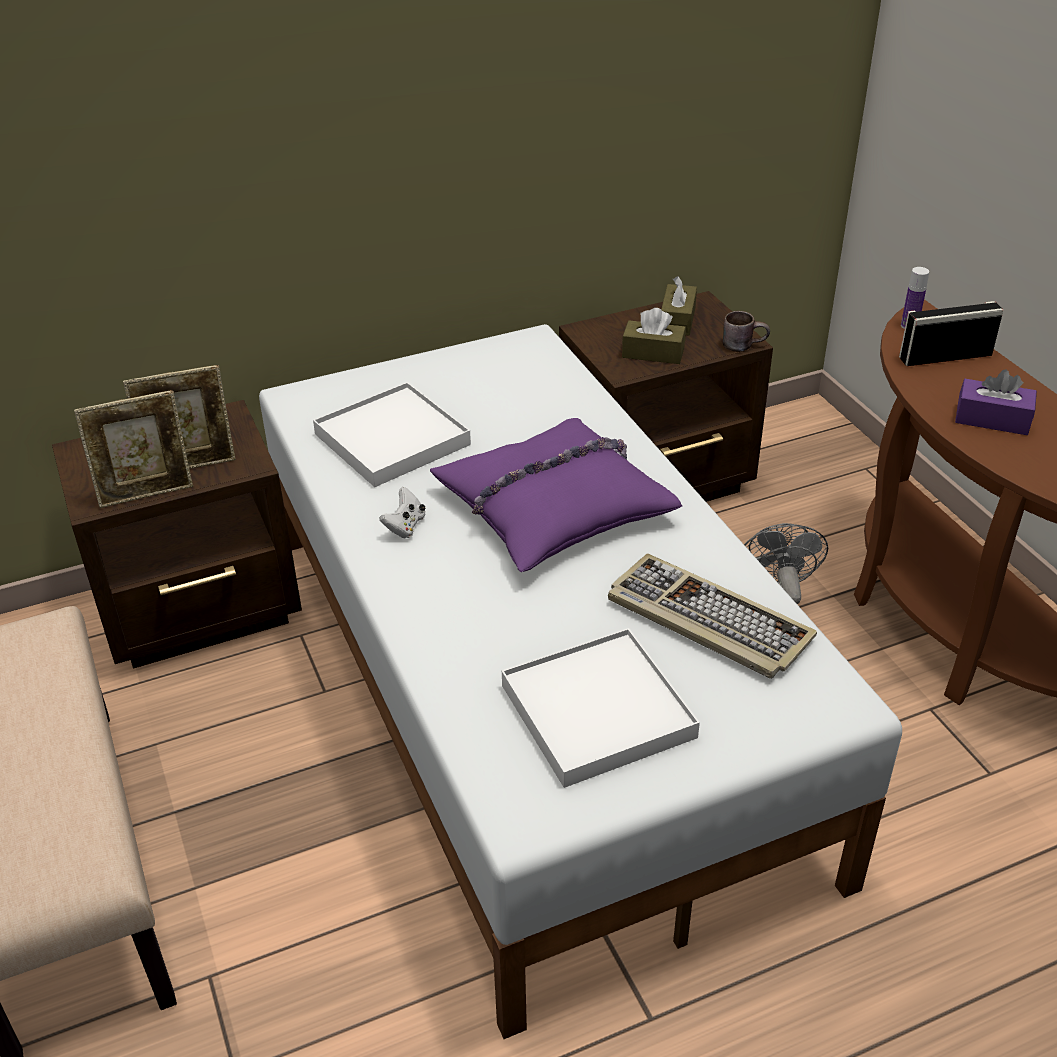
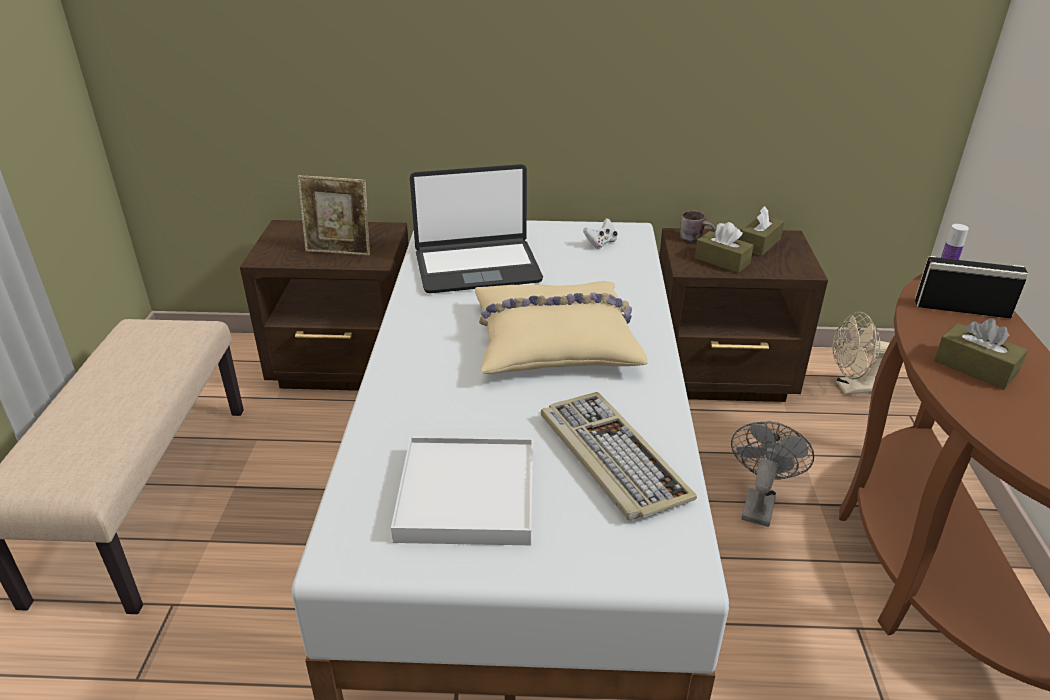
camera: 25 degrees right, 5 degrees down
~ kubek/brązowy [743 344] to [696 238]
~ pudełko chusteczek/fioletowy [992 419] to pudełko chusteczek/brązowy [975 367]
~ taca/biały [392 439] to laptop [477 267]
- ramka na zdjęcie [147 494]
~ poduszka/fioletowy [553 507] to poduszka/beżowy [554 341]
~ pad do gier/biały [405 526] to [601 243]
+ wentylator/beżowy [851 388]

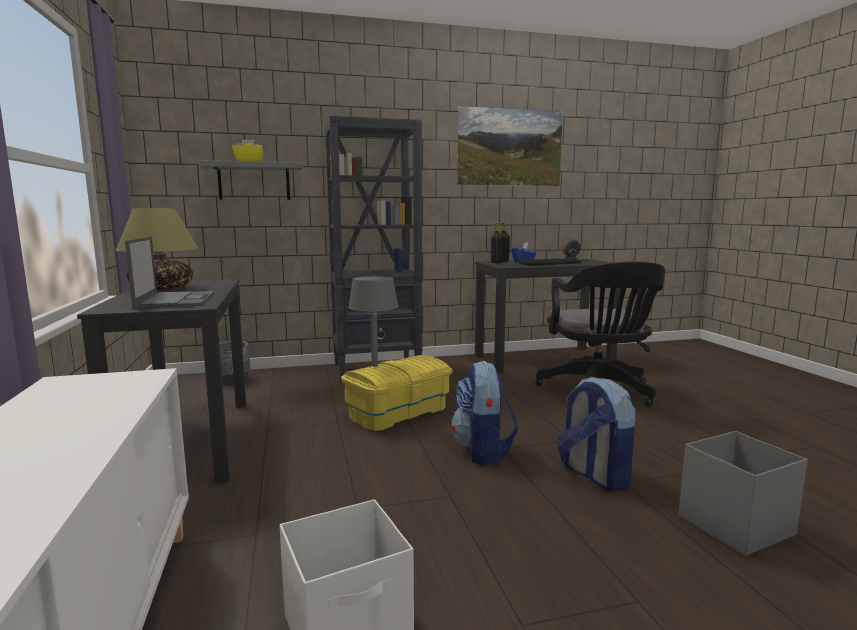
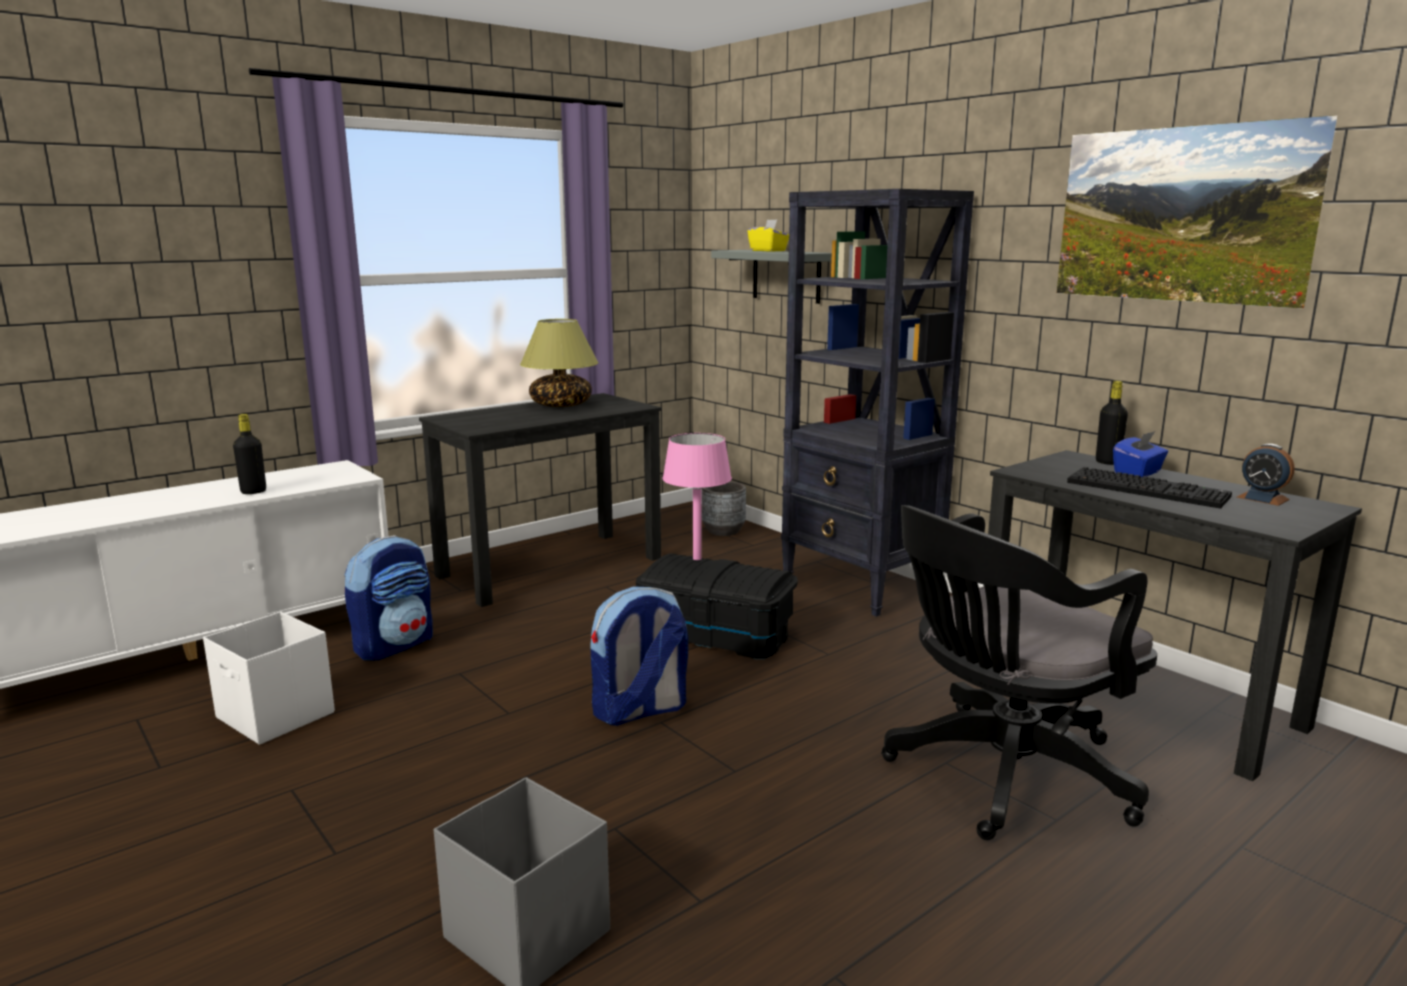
camera: 65 degrees right, 5 degrees up
~ butelka/czarny [496 262] to [253 491]
- laptop [176 300]
~ lampa stołowa/szary [374 366] to lampa stołowa/różowy [697 558]
~ pojemnik do przechowywania/żółty [398 412] to pojemnik do przechowywania/czarny [717 635]
~ plecak [594 475] to [395 645]

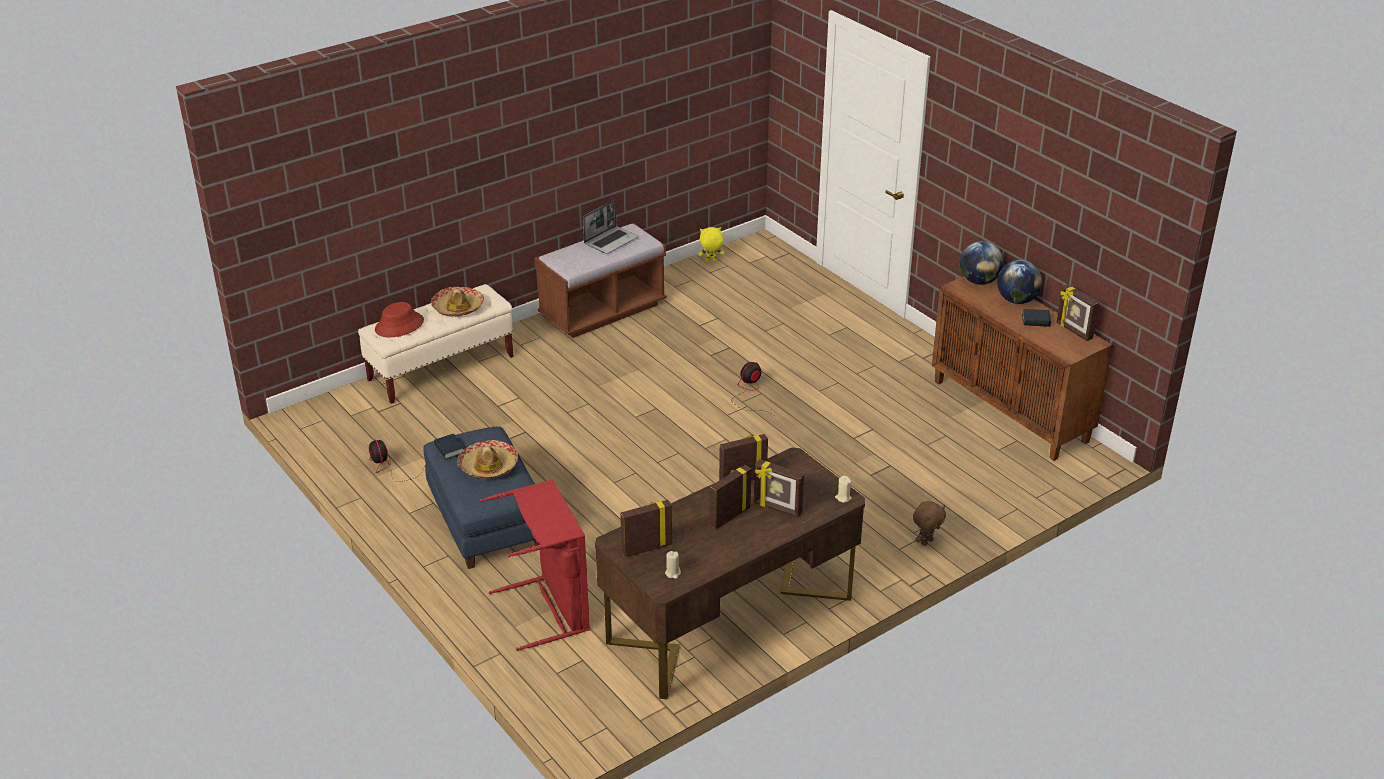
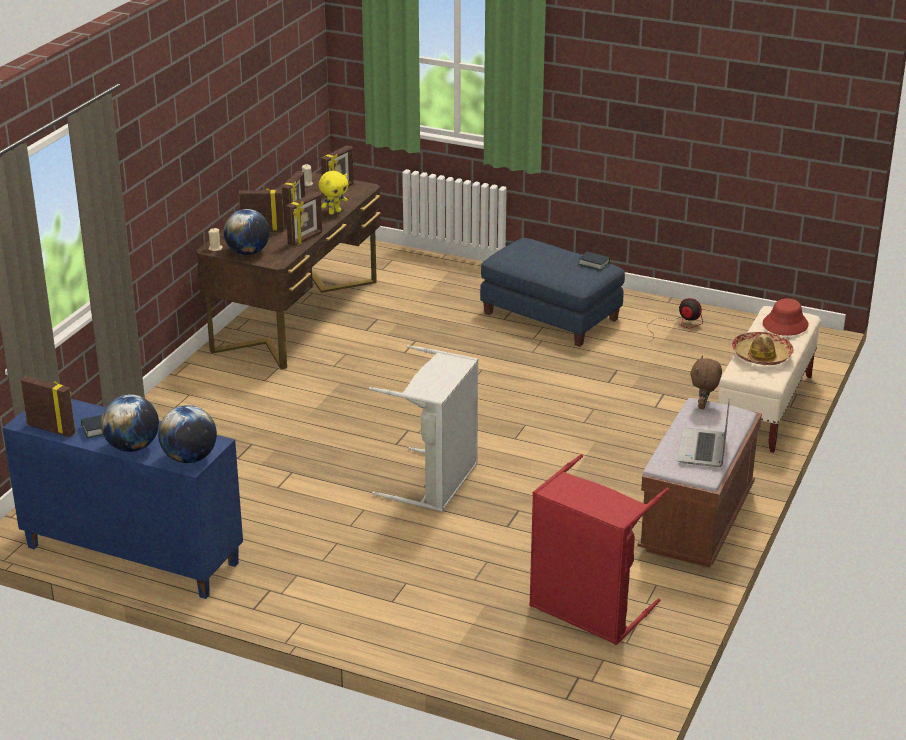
camera: 150 degrees right, 5 degrees down
~ pluszak/żółty [711 261] to [334 212]
~ szafka/brązowy [1011 411] to szafka/niebieski [130 555]
~ wentylator [749 393] to kosz na pranie/szary [436 483]
- kapelusz [488 466]
~ kosz na pranie/czerwony [550 609] to [587 611]
~ pluszak/brązowy [926 541] to [703 406]
+ globus [248 252]

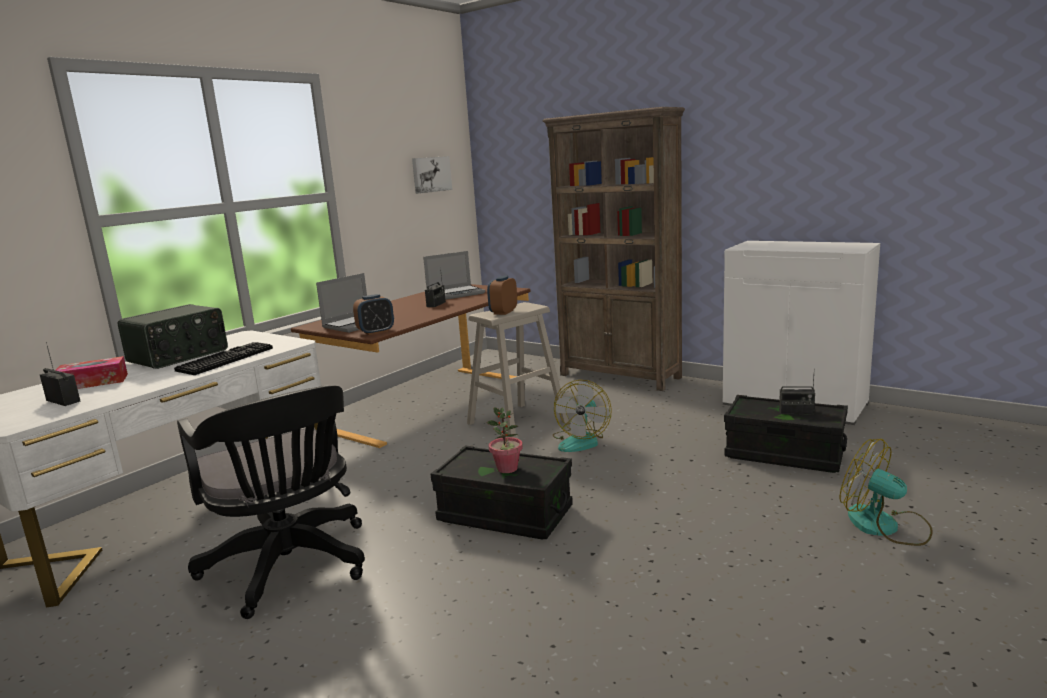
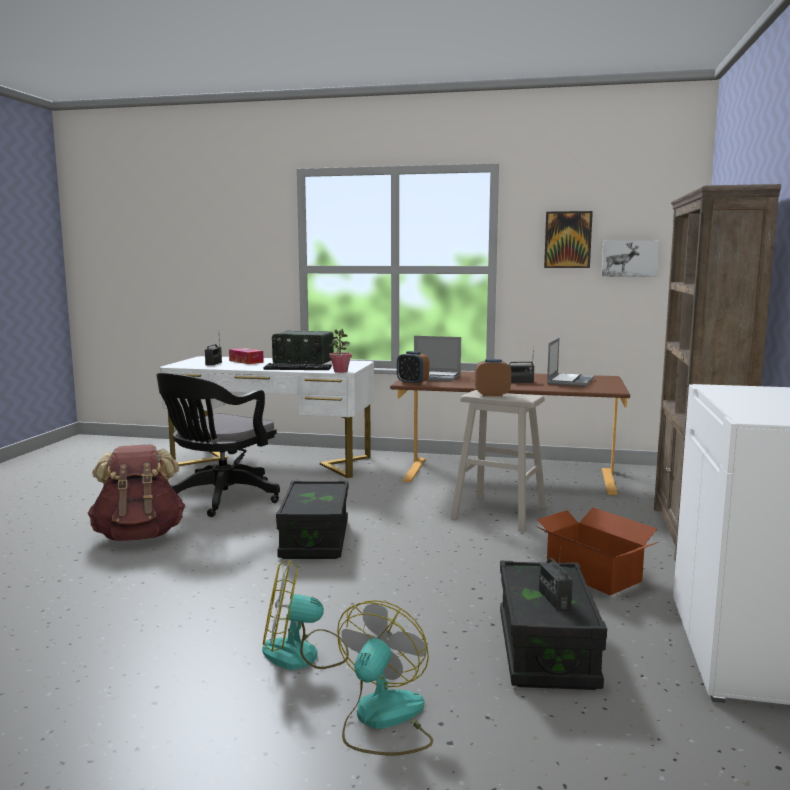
camera: 65 degrees right, 5 degrees down
~ laptop [456 294] = [569 381] 105 degrees counterclockwise
~ wentylator [581 441] to [304 655]
~ roślina doniczkowa [507 469] to [340 371]
+ obraz [568 239]
+ plecak/brązowy [139 535]
+ karton [593 575]

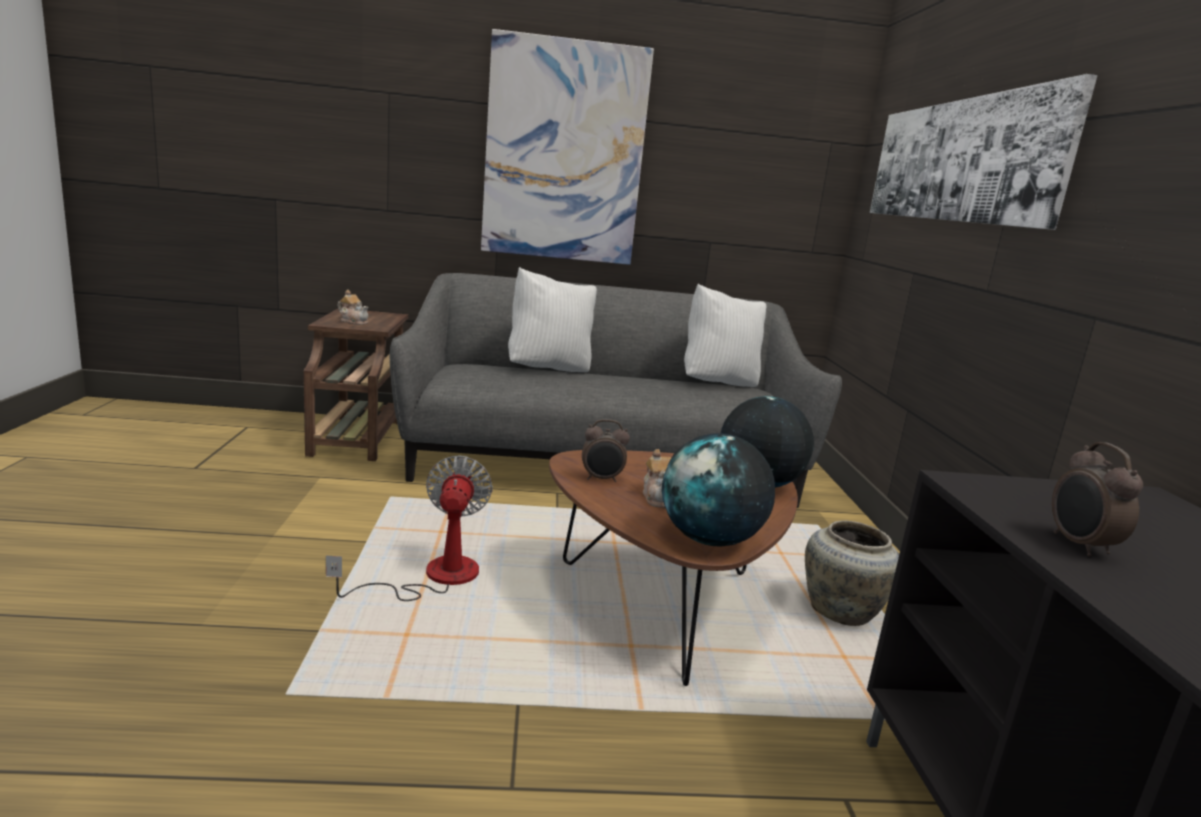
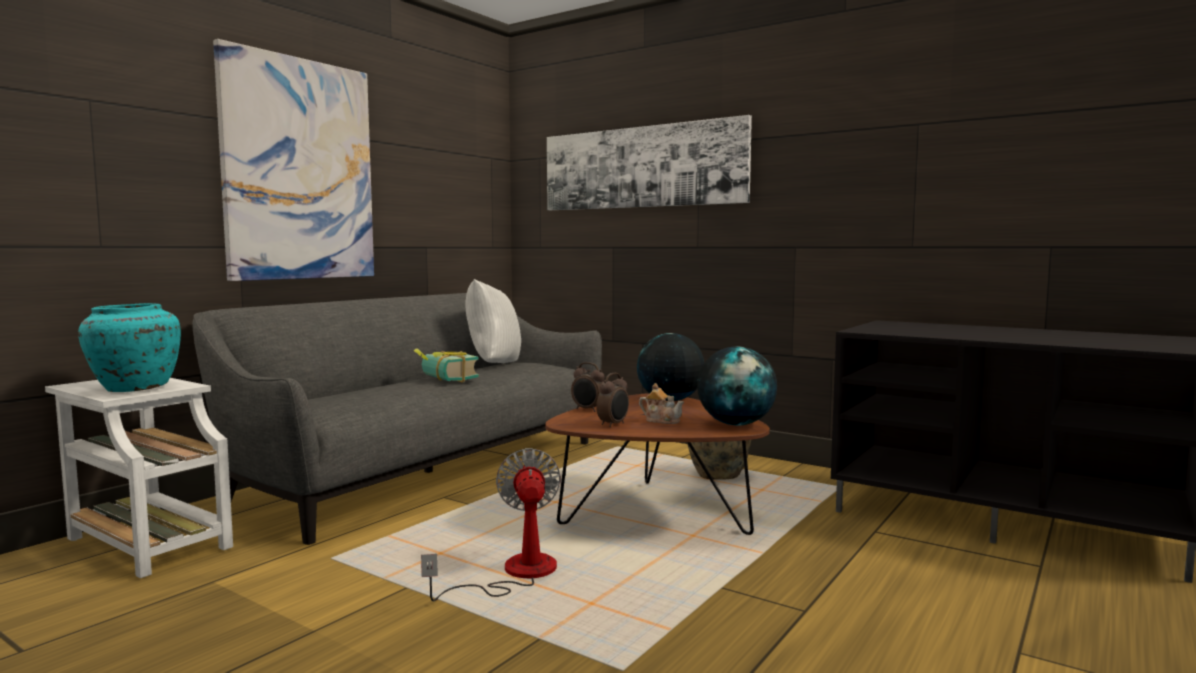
camera: 50 degrees left, 10 degrees down
- poduszka/biały [549 369]
~ imbryk [354 321] to wazon/turkusowy [134 388]
~ stolik/brązowy [358 437] to stolik/biały [146 543]
~ budzik [1079 545] to [588 410]
~ wentylator [433 577] = [514 574] 45 degrees clockwise
+ książka [444 380]

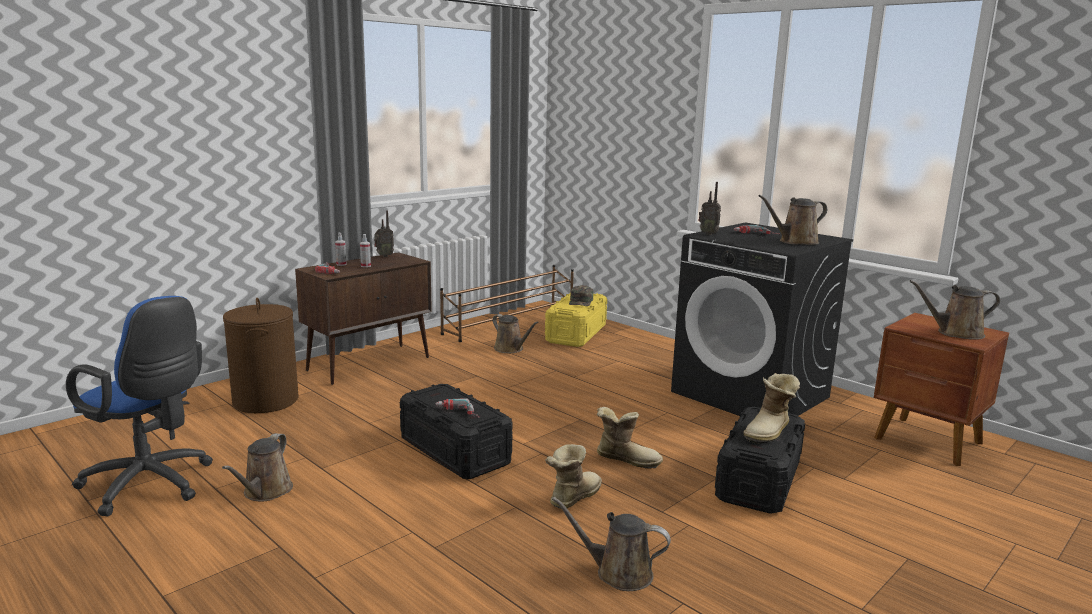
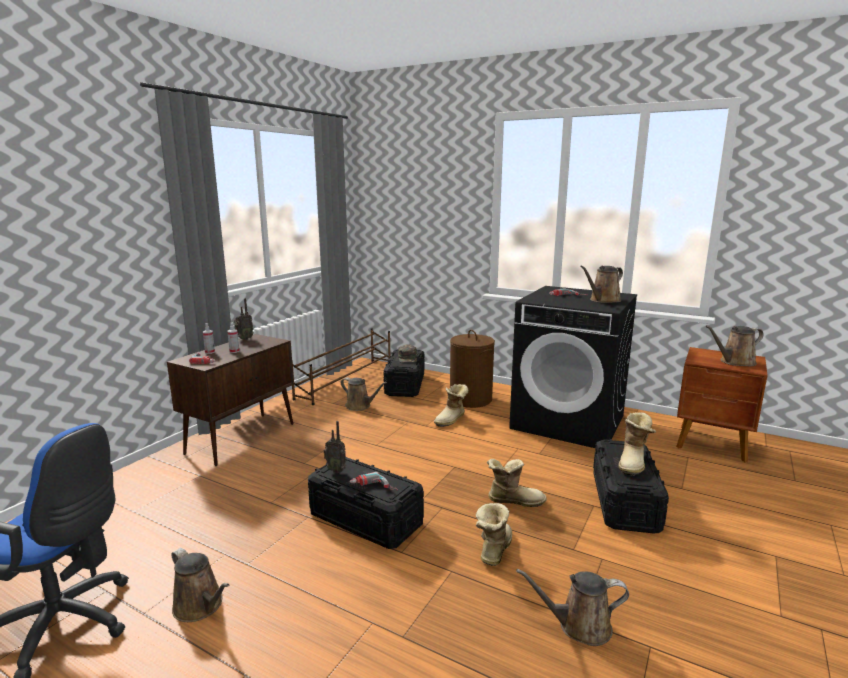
camera: 15 degrees left, 0 degrees up
~ radio [708 234] to [336 470]
~ pojemnik do przechowywania/żółty [576 333] to pojemnik do przechowywania/czarny [405 384]
~ kosz na pranie/brązowy [265 401] to [471 399]
~ konewka/brązowy [265 492] = [201 606] 45 degrees counterclockwise
+ but z cholewką [452 419]

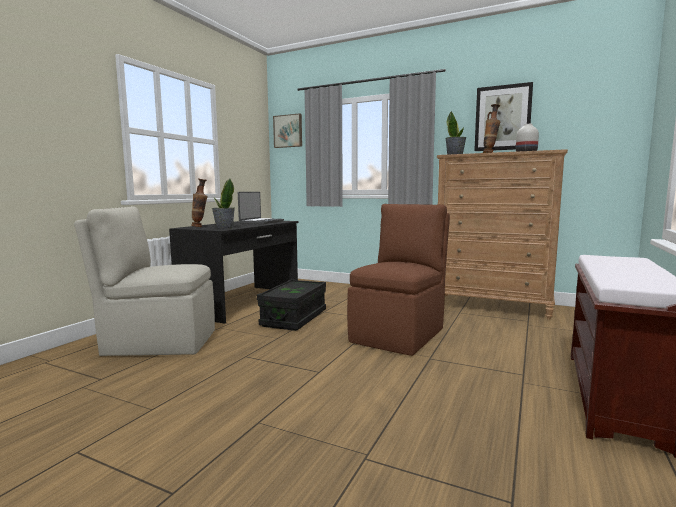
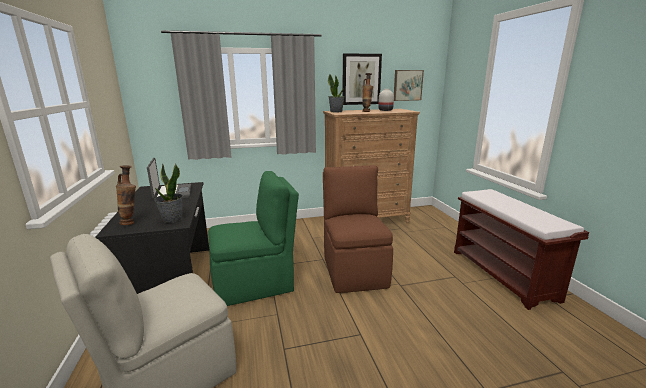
camera: 40 degrees left, 10 degrees up
~ obraz [288 131] to [407 85]
~ pojemnik do przechowywania/czarny [294 318] to krzesło/zielony [255 284]

